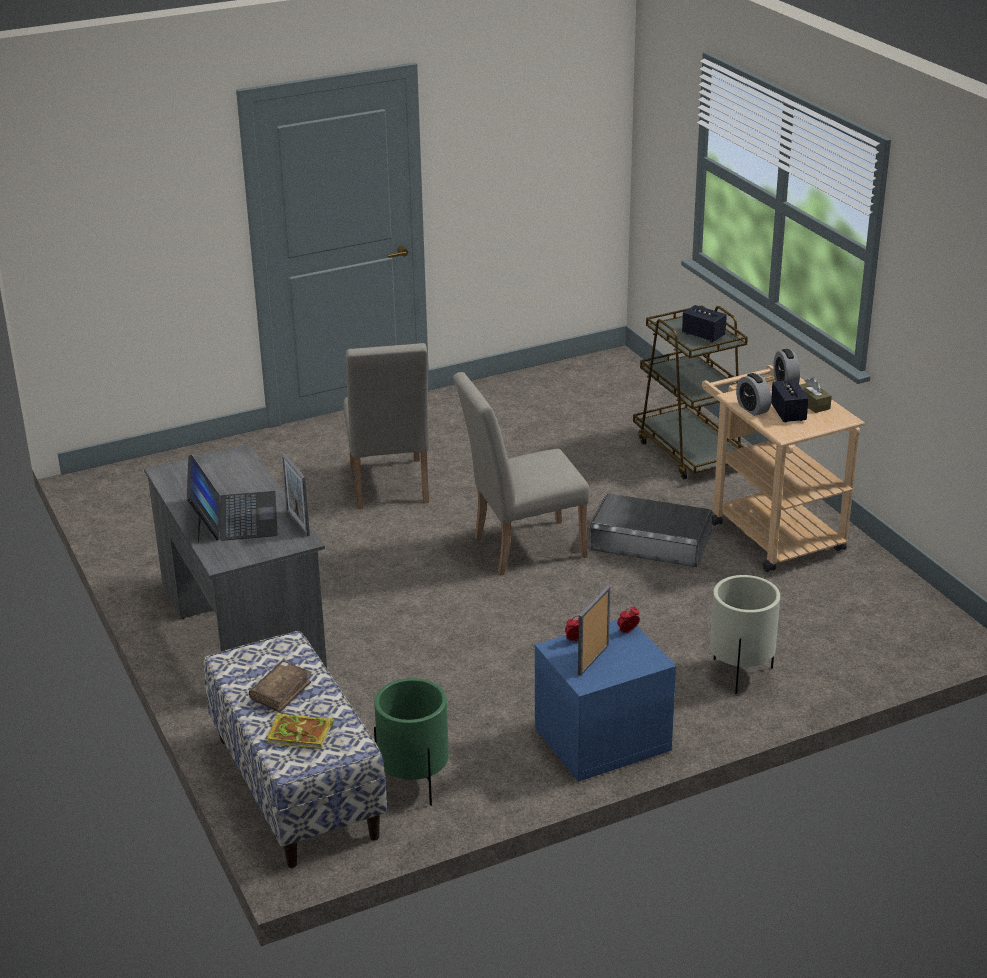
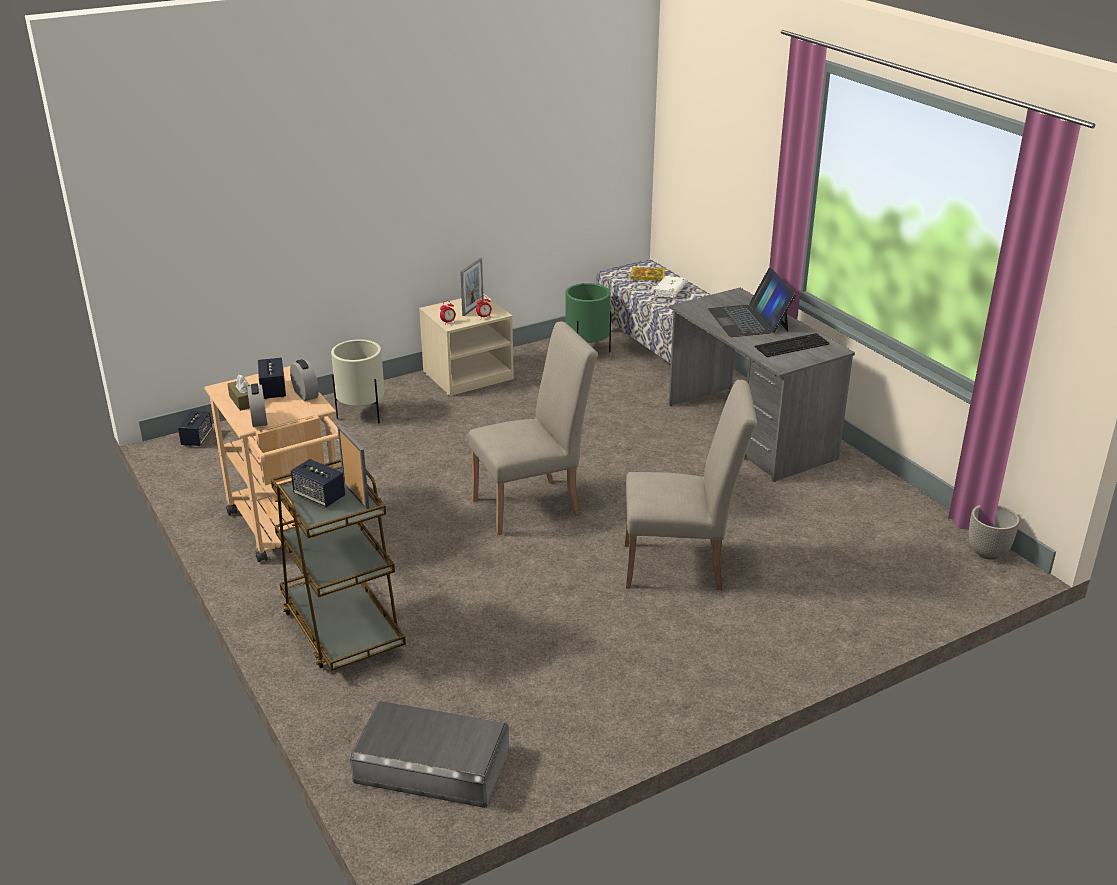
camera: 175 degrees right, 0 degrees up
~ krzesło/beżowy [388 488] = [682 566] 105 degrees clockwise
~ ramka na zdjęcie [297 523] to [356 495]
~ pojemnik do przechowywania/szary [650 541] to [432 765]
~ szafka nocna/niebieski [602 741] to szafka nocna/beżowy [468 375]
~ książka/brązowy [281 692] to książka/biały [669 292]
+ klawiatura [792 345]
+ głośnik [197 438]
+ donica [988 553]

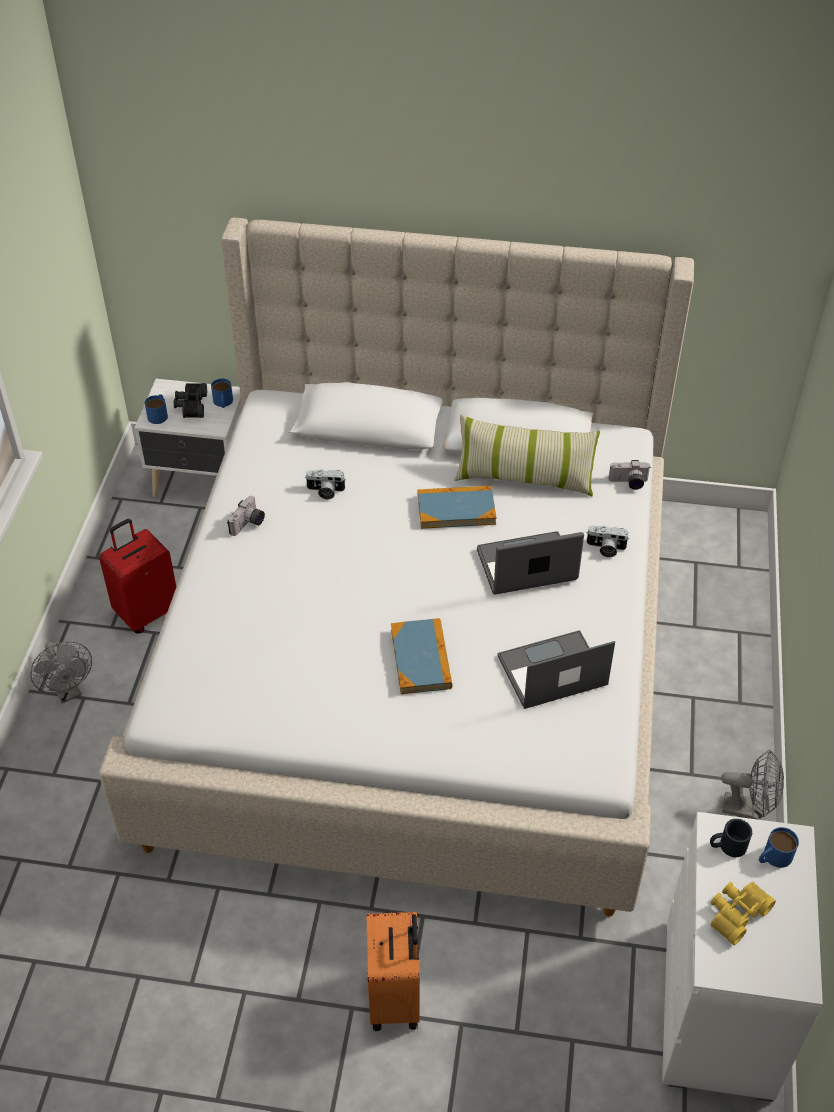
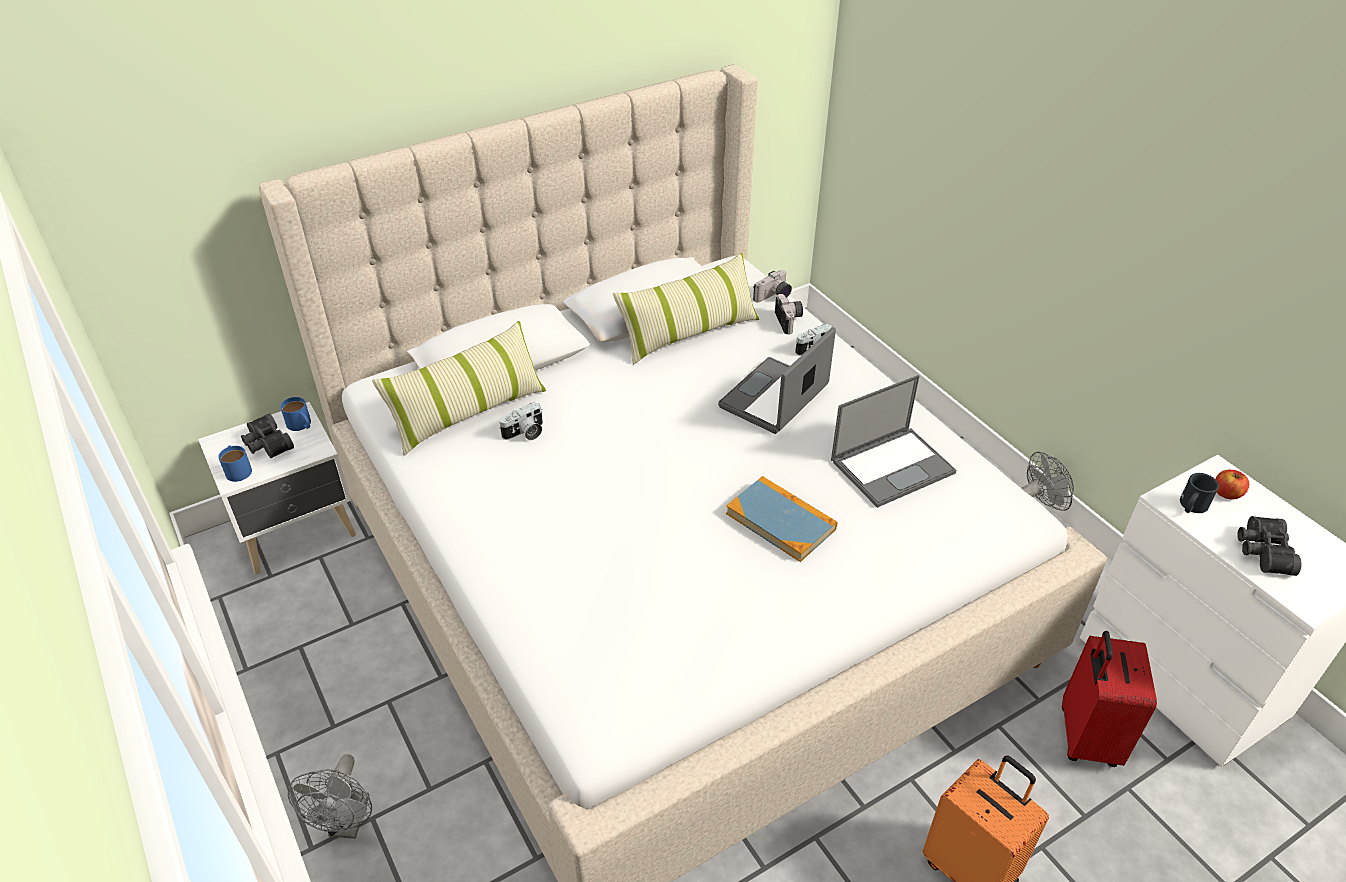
camera: 40 degrees left, 5 degrees down
- książka [456 509]
~ aparat fotograficzny [248 524] to [790 321]
~ walizka/czerwony [147 612] to [1085 737]
~ laptop [551 671] = [893 465] 150 degrees counterclockwise
~ wentylator/szary [68 692] = [348 824] 75 degrees clockwise
~ kubek/niebieski [773 857] to jabłko [1226 493]
~ lornetka/żółty [735 913] to lornetka/czarny [1261 551]
+ poduszka [468 413]

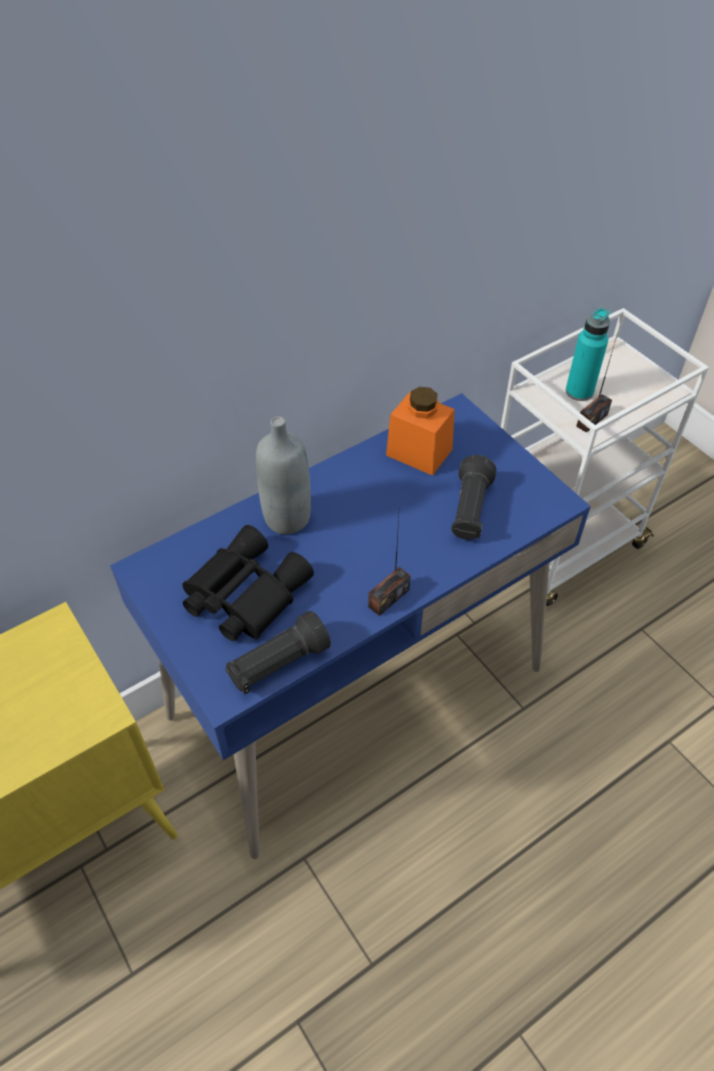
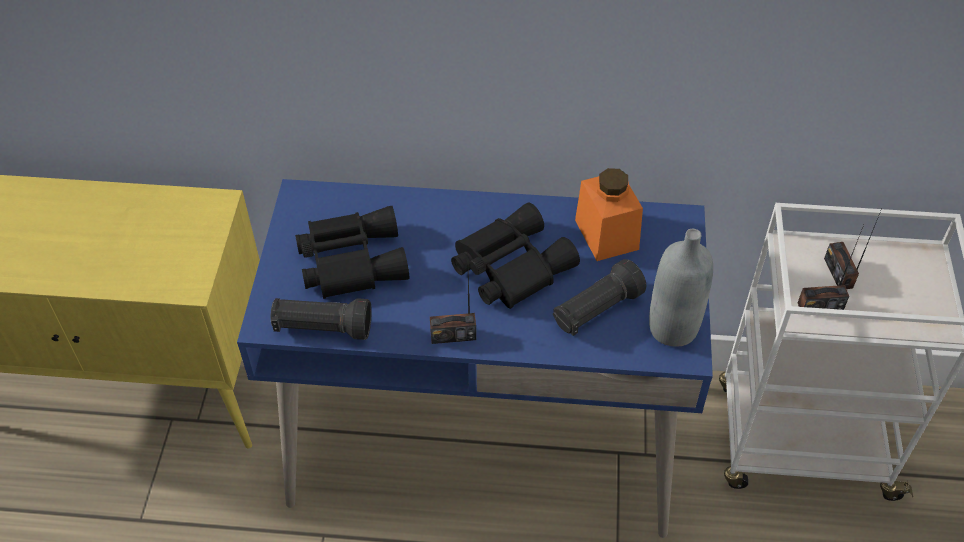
camera: 40 degrees right, 0 degrees up
~ butelka/turkusowy [579 392] to radio [838 273]
~ butelka/szary [287 518] to [673 328]
+ lornetka/czarny [508 265]

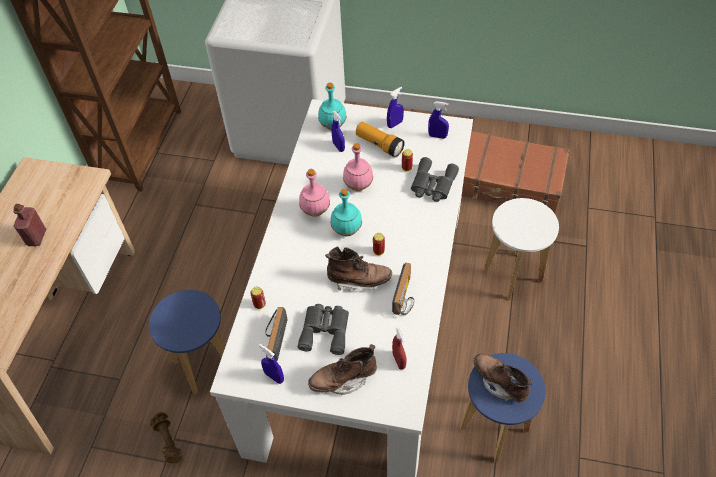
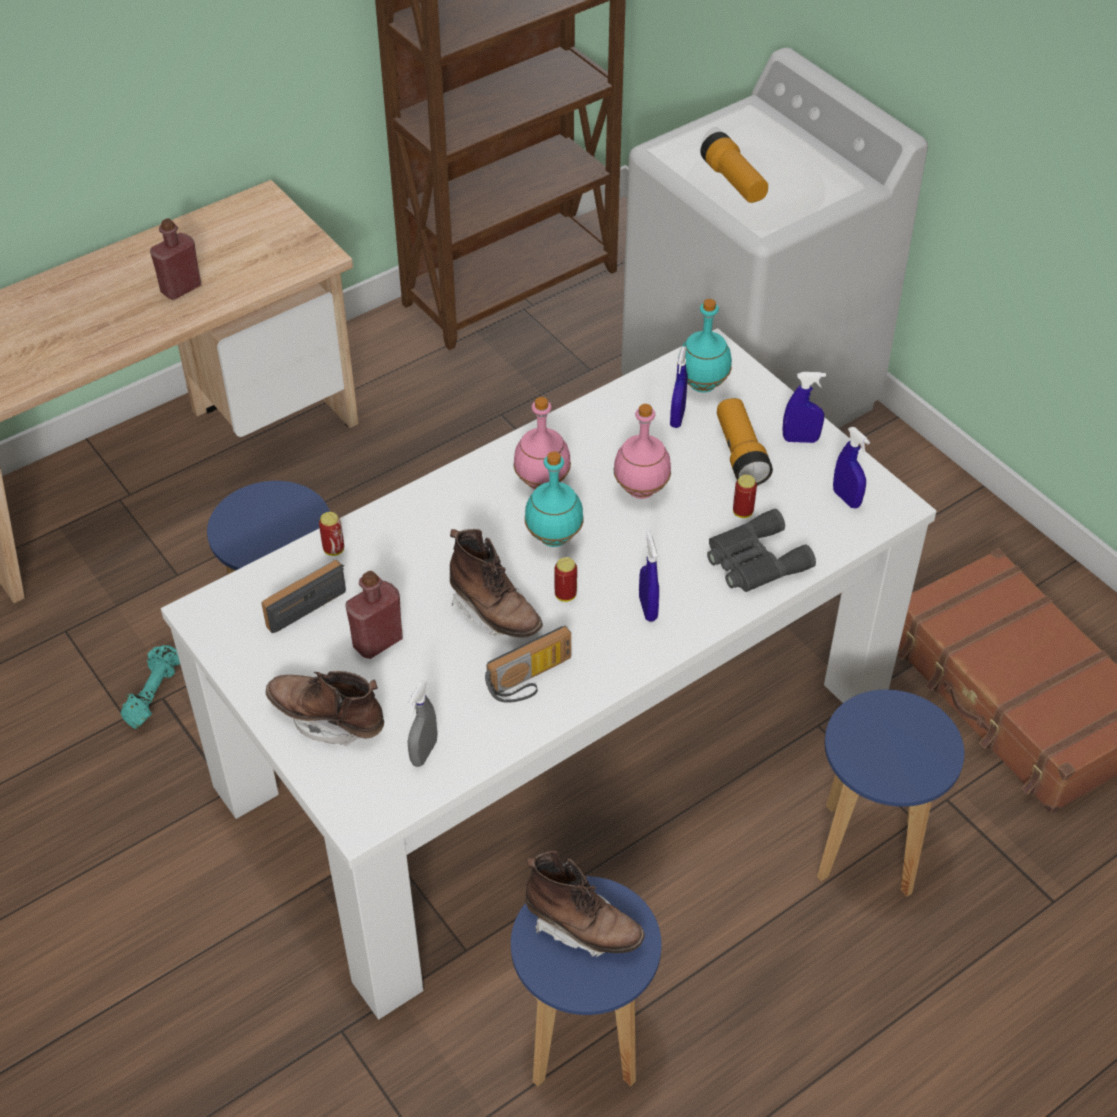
camera: 40 degrees right, 5 degrees down
~ stołek/biały [513 275] to stołek/niebieski [868 850]
~ lornetka/szary [325 329] to butelka/czerwony [377 642]
~ spryskiwacz/czerwony [399 360] to spryskiwacz/szary [424 752]
~ spryskiwacz/niebieski [274 377] to [648 608]
~ but z cholewką/brązowy [499 382] = [582 927] 120 degrees clockwise
~ hantel/brązowy [167 441] to hantel/turkusowy [152 694]
+ latarka [734 182]

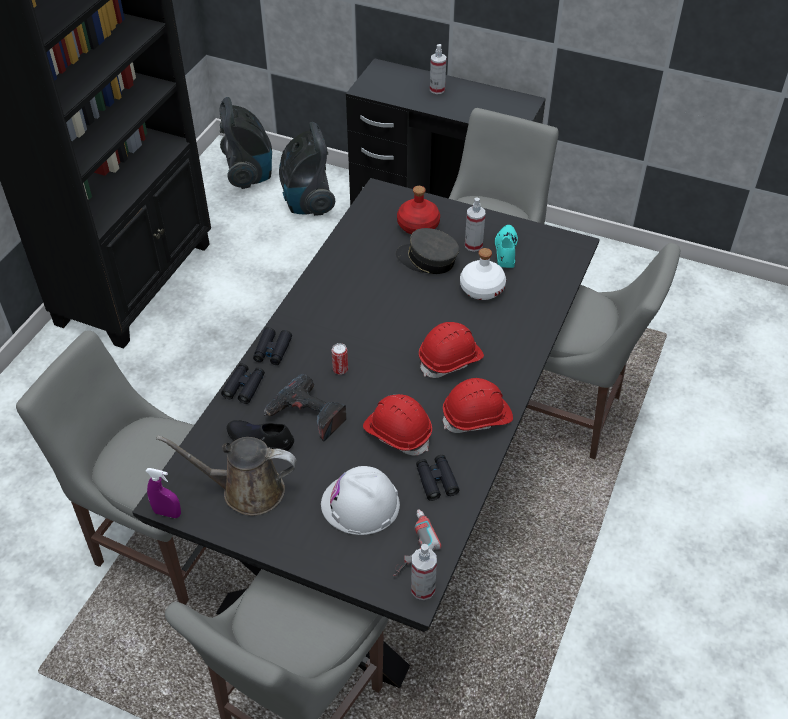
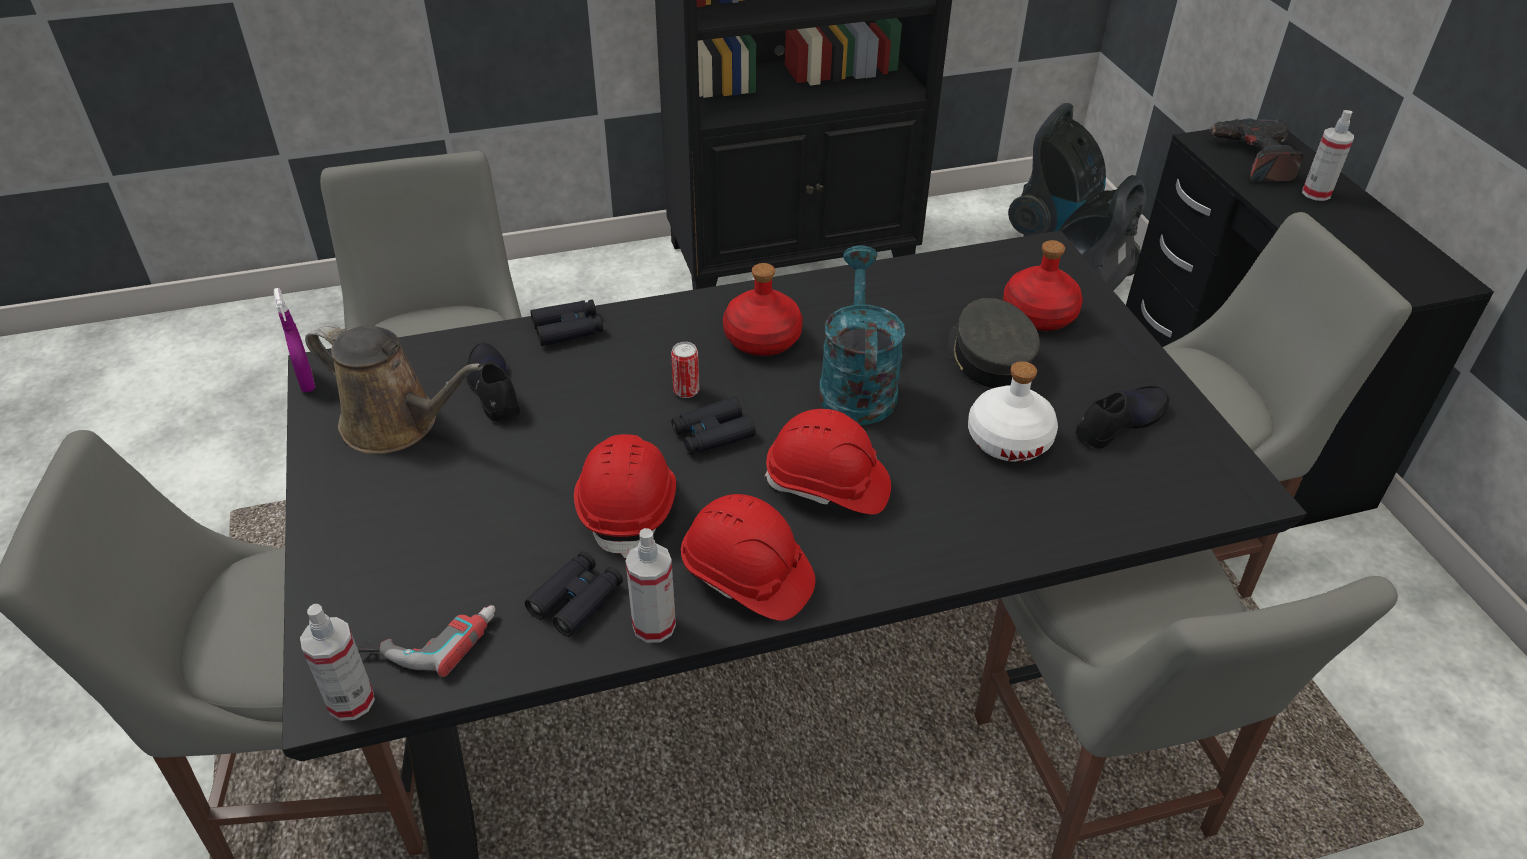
camera: 50 degrees right, 5 degrees down
~ spryskiwacz [473 245] to [654 625]
~ but/turkusowy [506 250] to but/czarny [1119 422]
~ lornetka/czarny [272 350] to [712 434]
~ wiertarka [307 416] to [1254 159]
~ konewka/brązowy [246 490] = [397 424] 150 degrees clockwise
- kask/biały [360 504]
+ konewka/turkusowy [856 385]
+ butelka/czerwony [762 339]

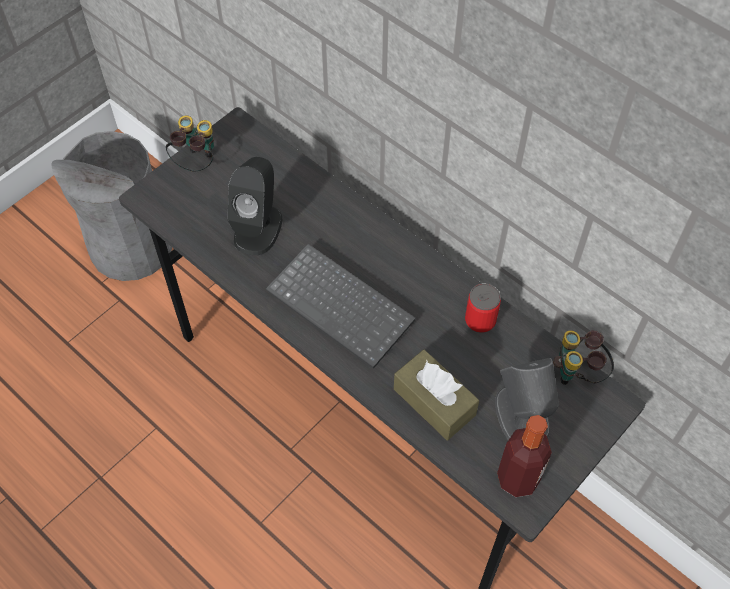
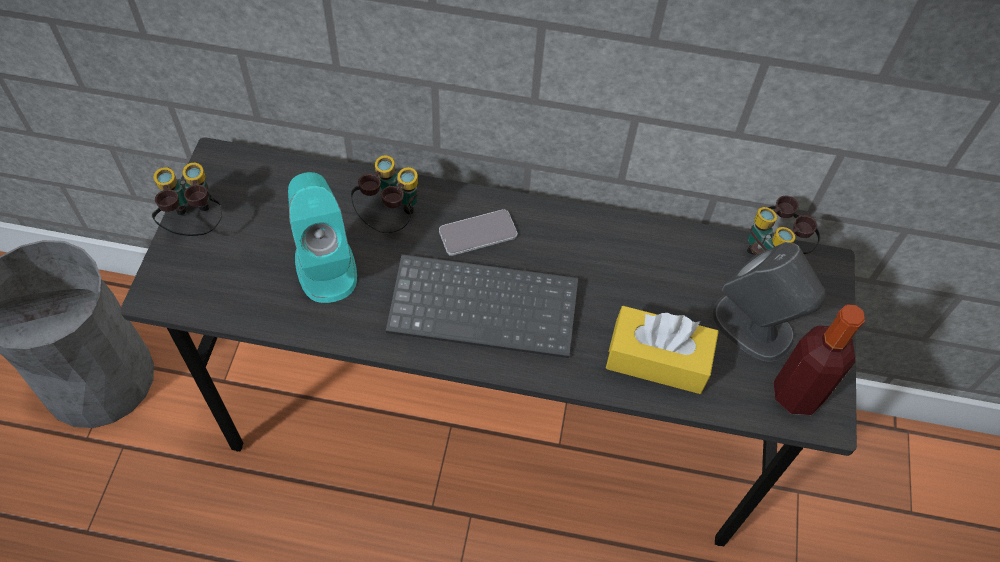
camera: 35 degrees left, 0 degrees up
~ głośnik/czarny [258 228] to głośnik/turkusowy [325 265]
- puszka [480 321]
~ pudełko chusteczek/brązowy [434 402] to pudełko chusteczek/żółty [657 359]
+ lornetka [389 218]
+ telefon [478 233]

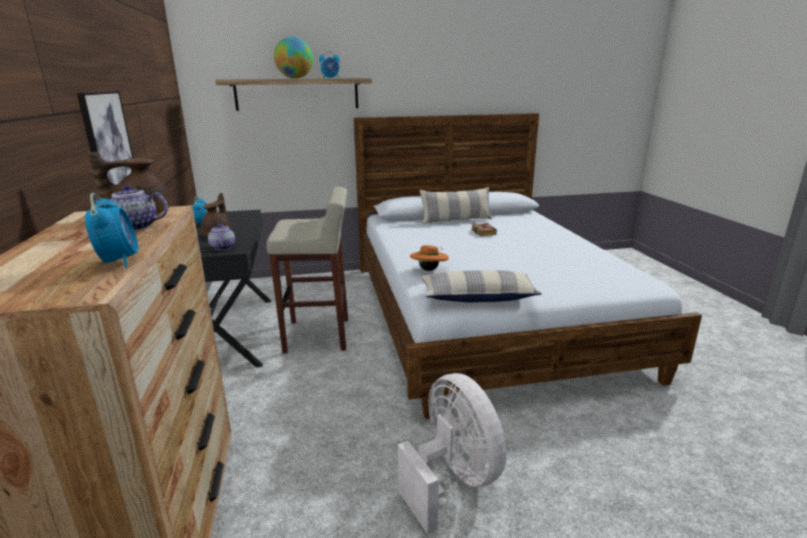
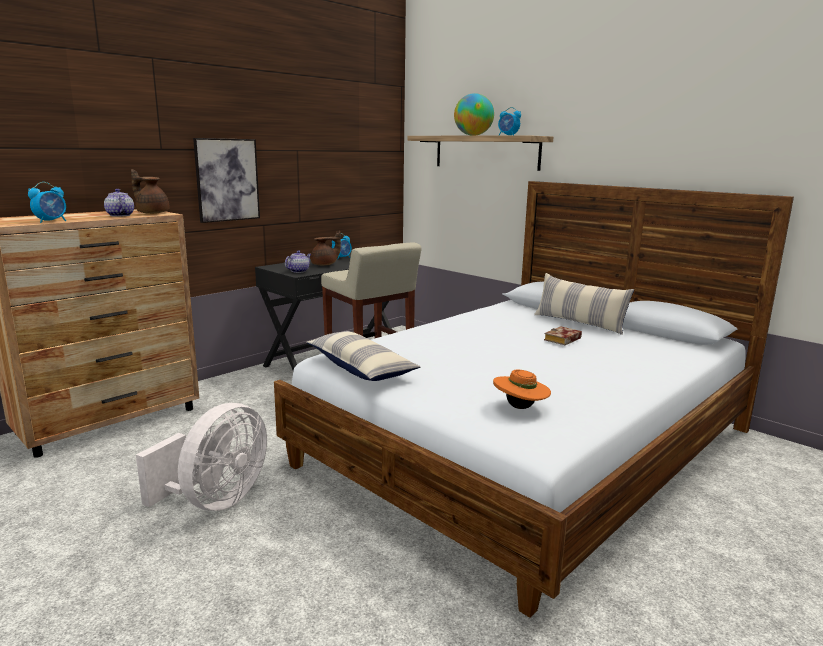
camera: 55 degrees right, 5 degrees down
~ kapelusz/pomarańczowy [429 270] to [520 407]

